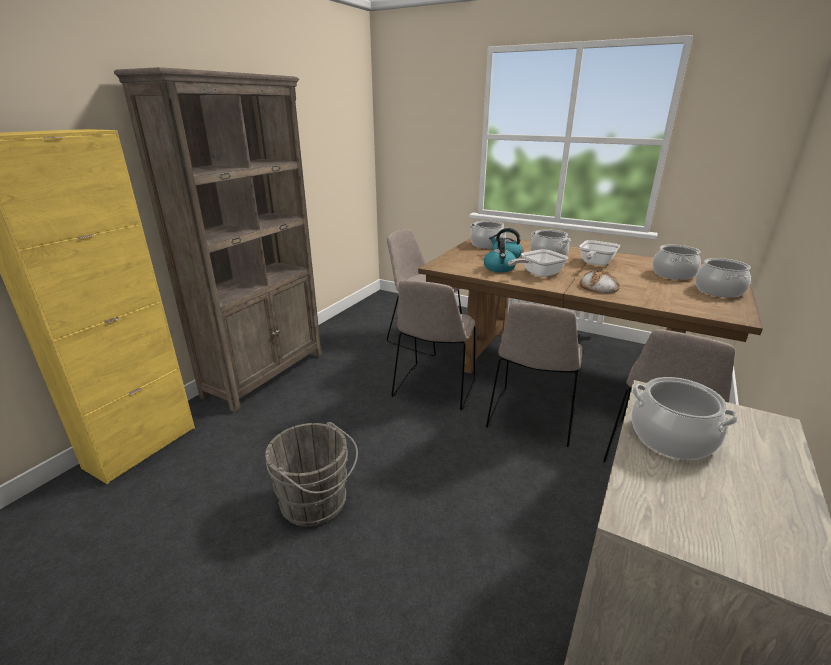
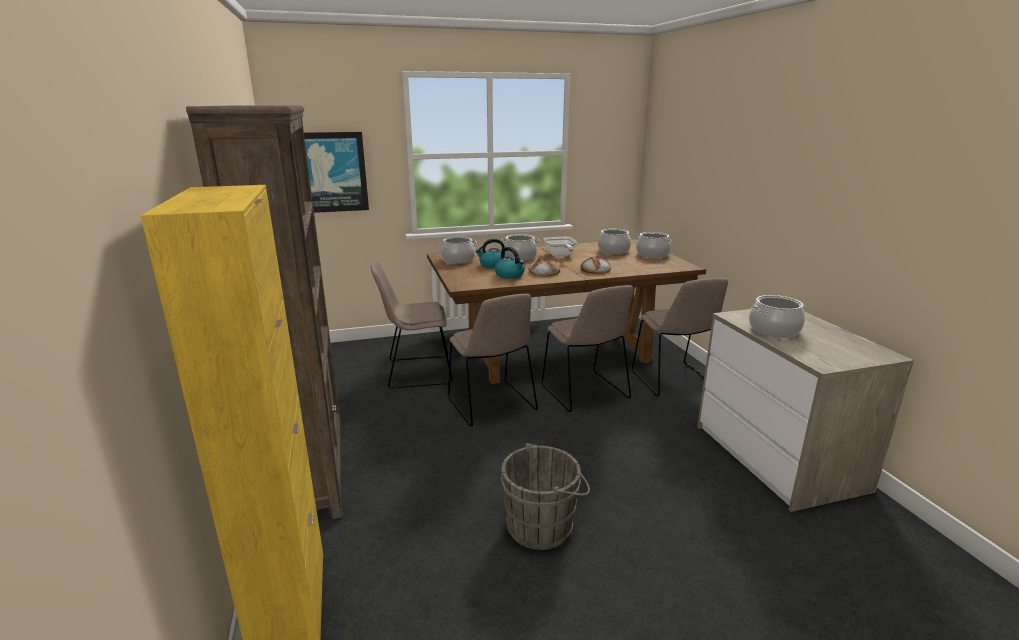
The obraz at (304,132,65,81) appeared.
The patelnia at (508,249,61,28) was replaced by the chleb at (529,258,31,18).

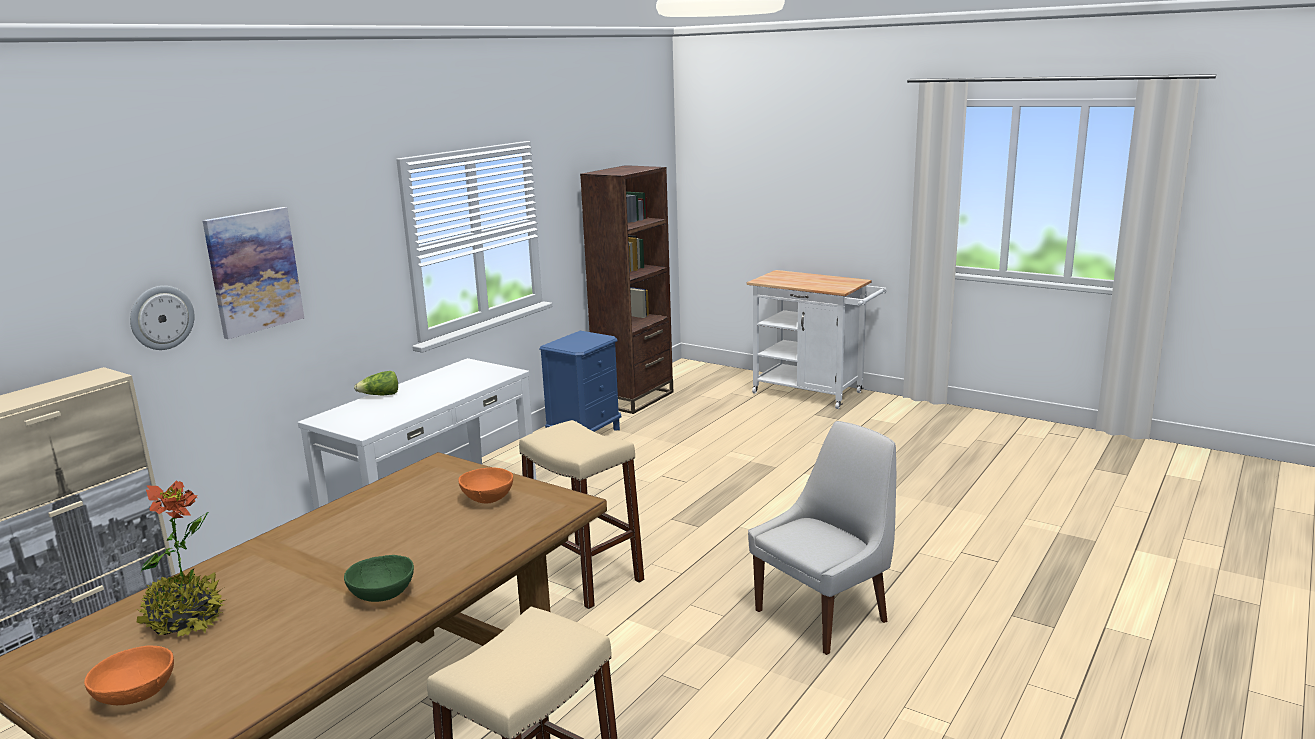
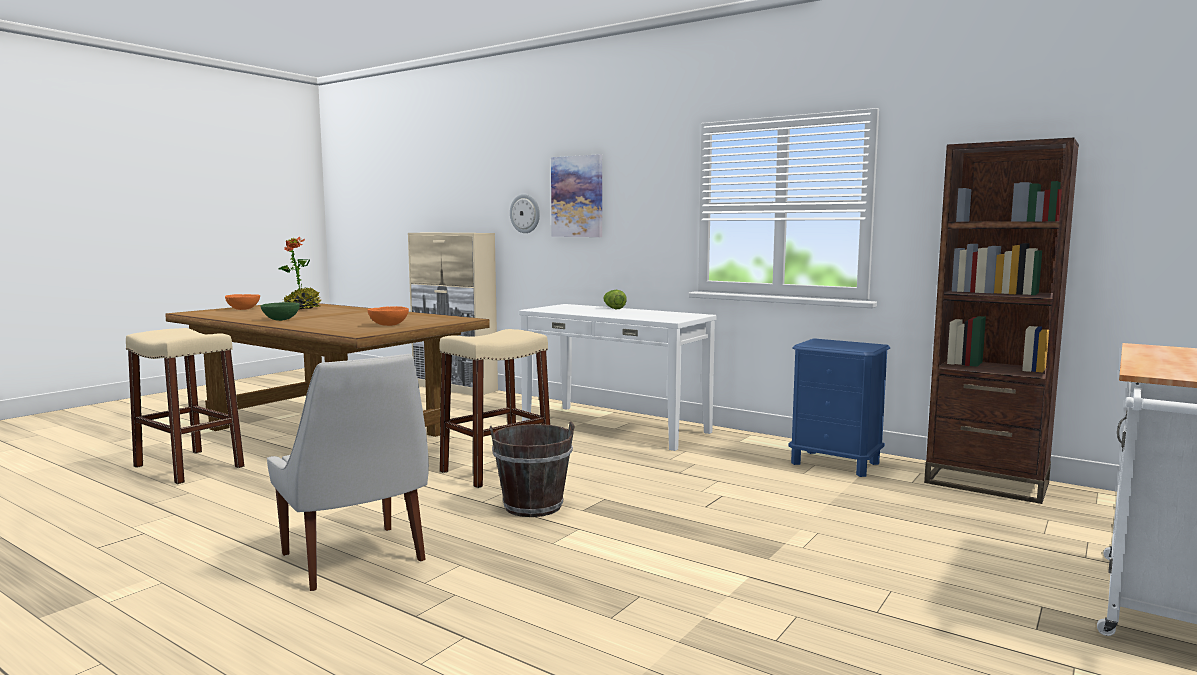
The wiadro [brązowy] at (490,421,85,96) appeared.

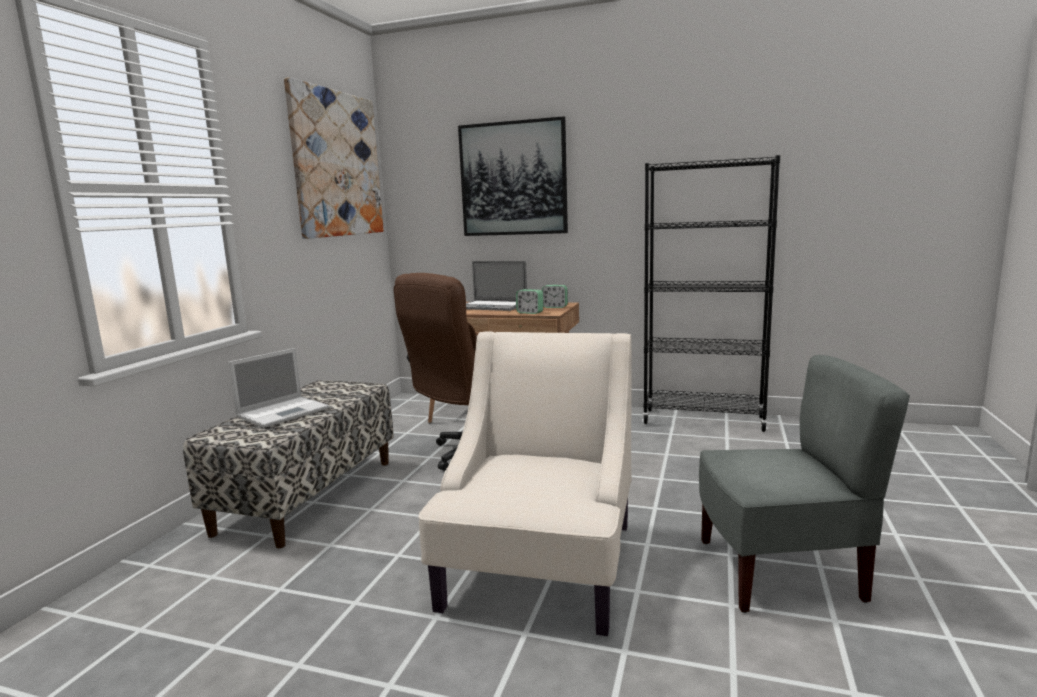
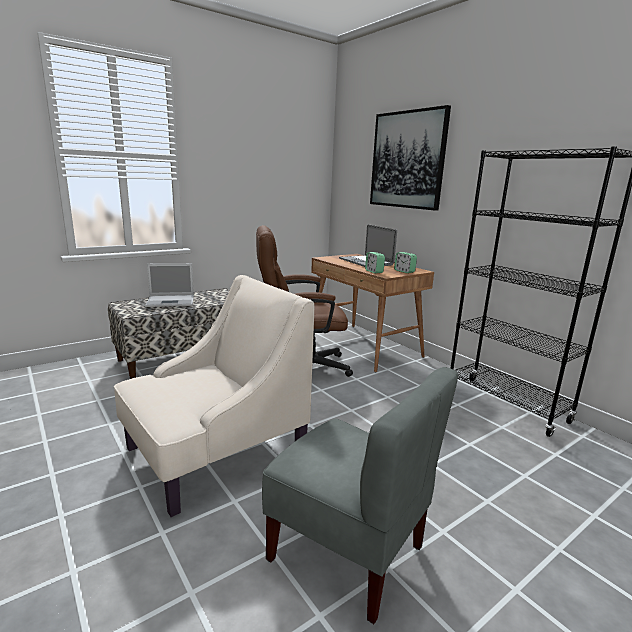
The obraz at (284,77,100,162) disappeared.

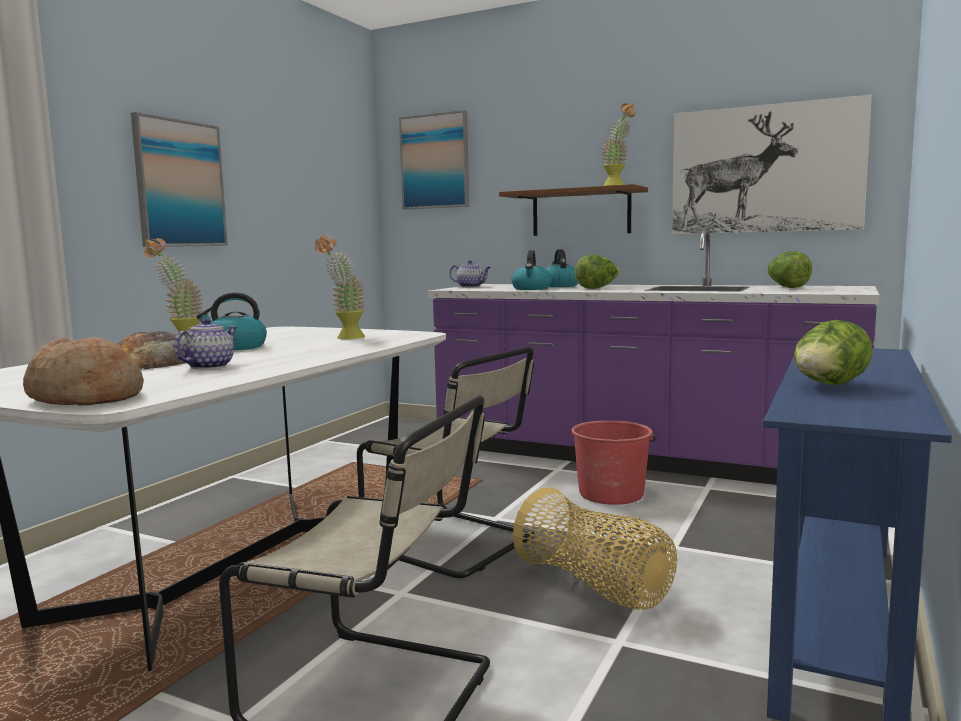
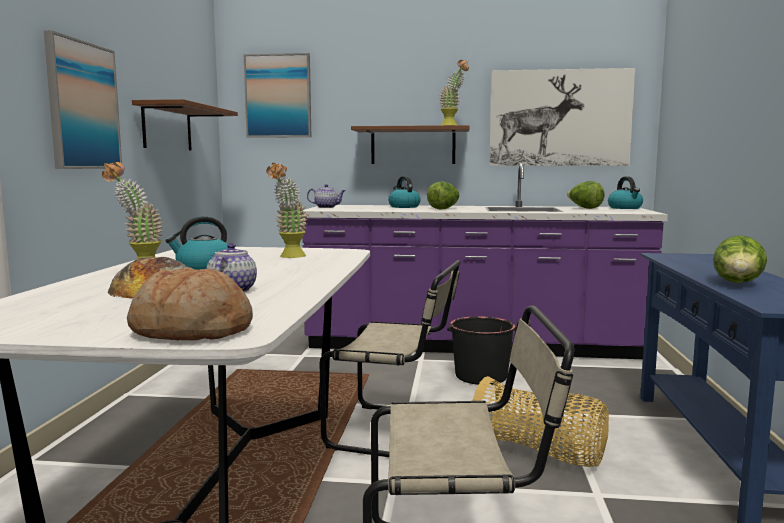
The półka [brązowy] at (132,99,106,52) appeared.
The czajnik moved from (511,250,41,40) to (608,176,35,33).
The wiadro [czerwony] at (570,420,86,85) became the wiadro [czarny] at (447,316,69,69).

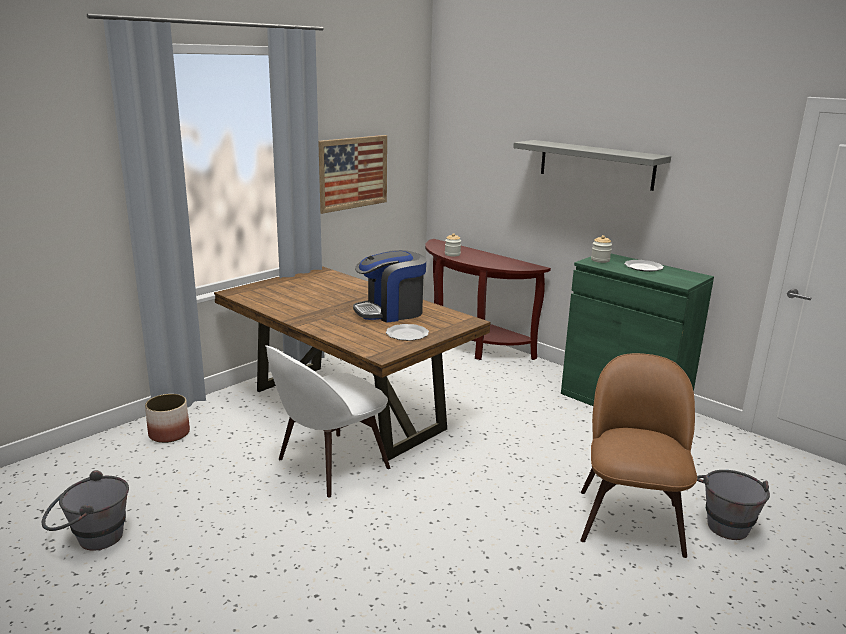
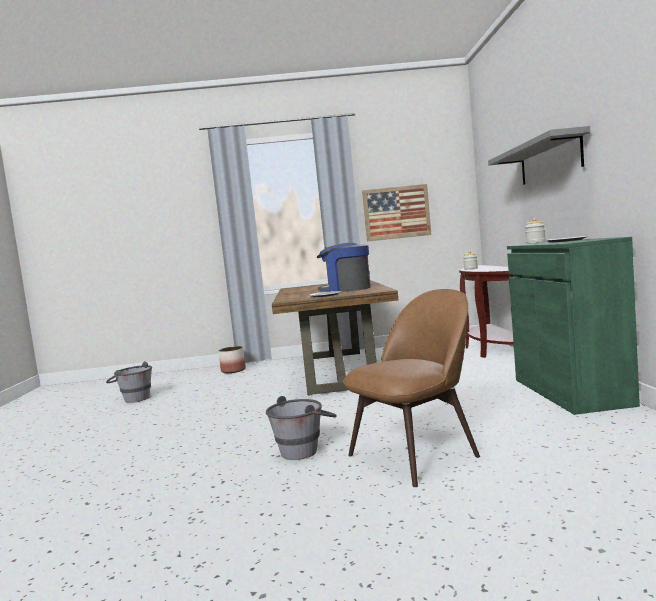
The krzesło [biały] at (265,345,125,152) disappeared.
The wiadro [szary] moved from (697,470,73,70) to (266,396,70,64).

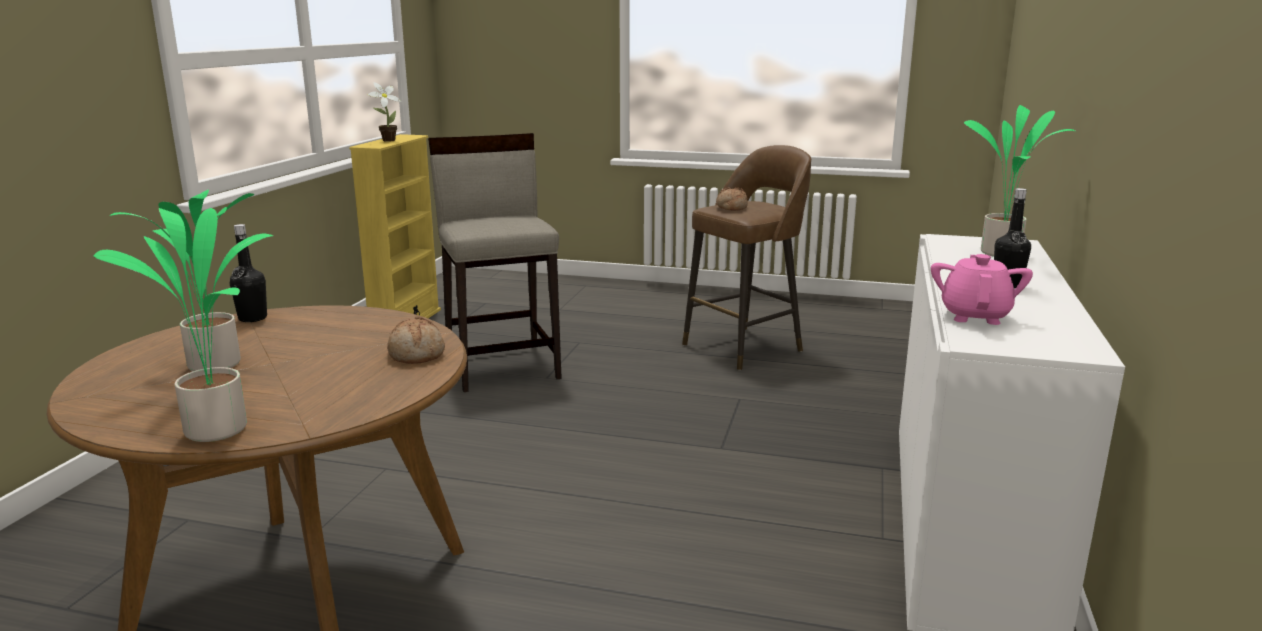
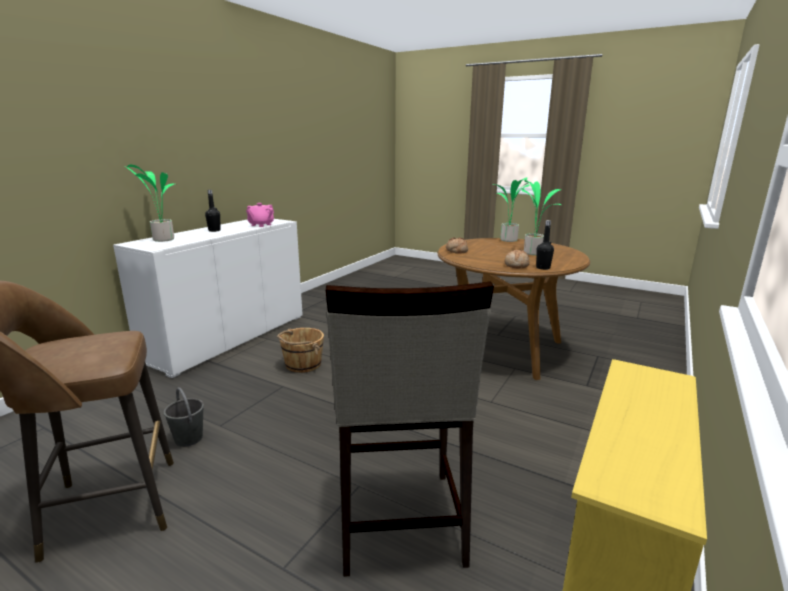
The roślina doniczkowa at (368,82,33,60) disappeared.
The wiadro [szary] at (164,387,40,60) appeared.
The wiadro [brązowy] at (277,328,47,45) appeared.
The chleb moved from (716,187,32,24) to (505,250,25,18).

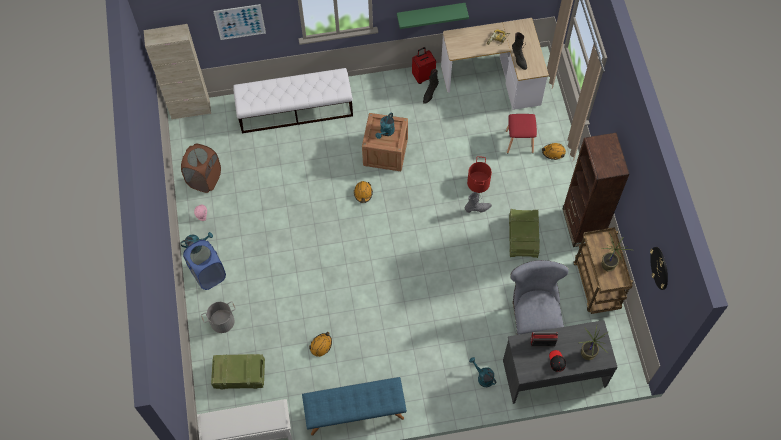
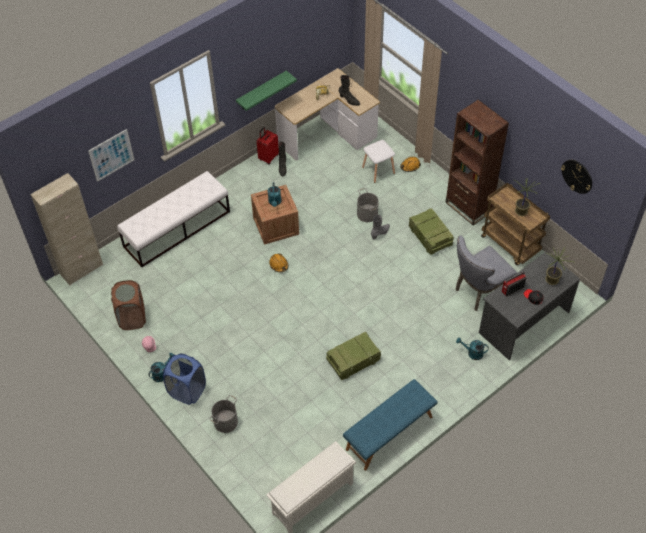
The kask [pomarańczowy] at (309,332,23,25) disappeared.
The skrzynka moved from (211,354,54,35) to (326,332,55,48).
The wiadro [czerwony] at (467,156,25,37) became the wiadro [szary] at (357,188,22,34).
The stołek [czerwony] at (506,114,31,39) became the stołek [biały] at (362,140,33,43).
The krzesło [szary] at (510,260,59,75) turned 90 degrees counterclockwise.

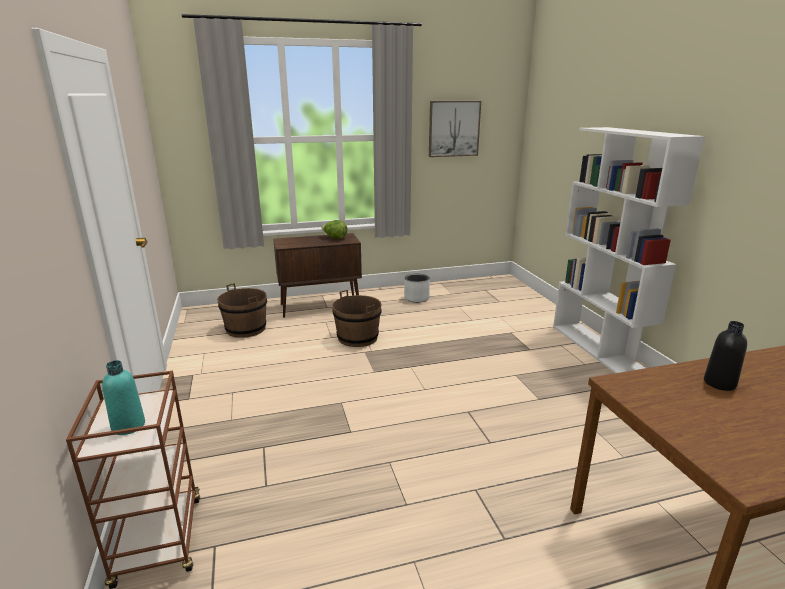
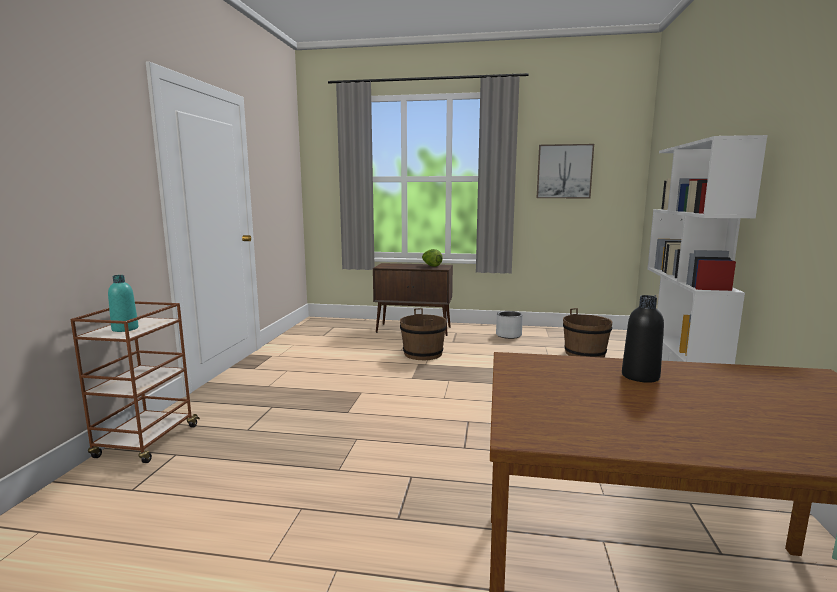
The wiadro [brązowy] moved from (217,283,50,55) to (563,308,49,50).

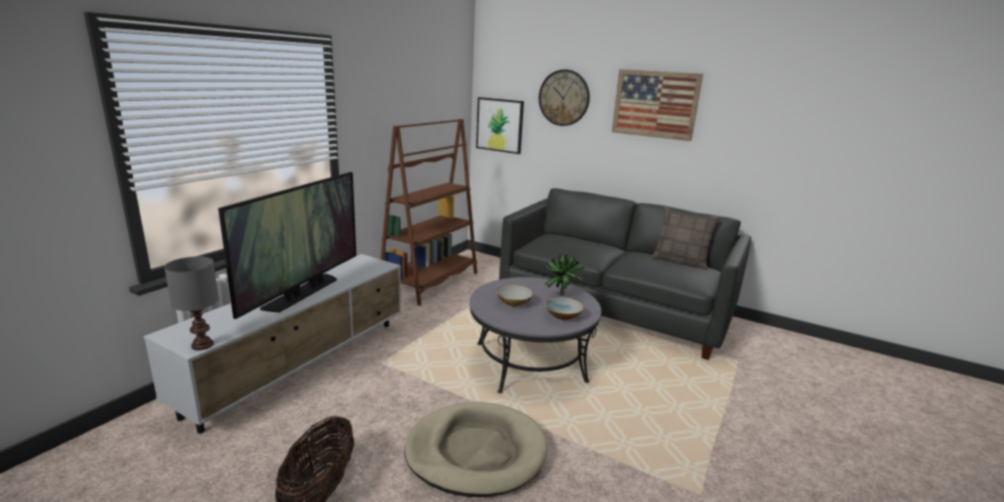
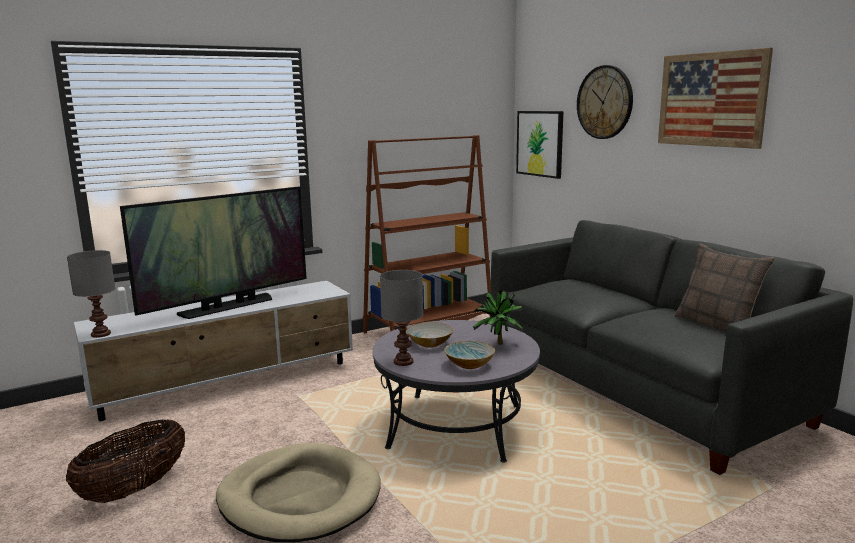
The lampa stołowa [szary] at (380,270,43,96) appeared.

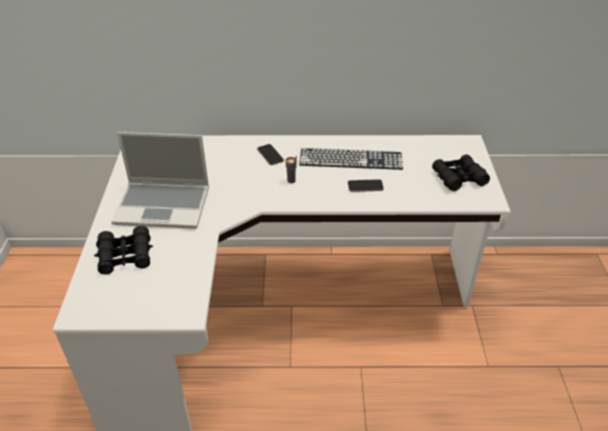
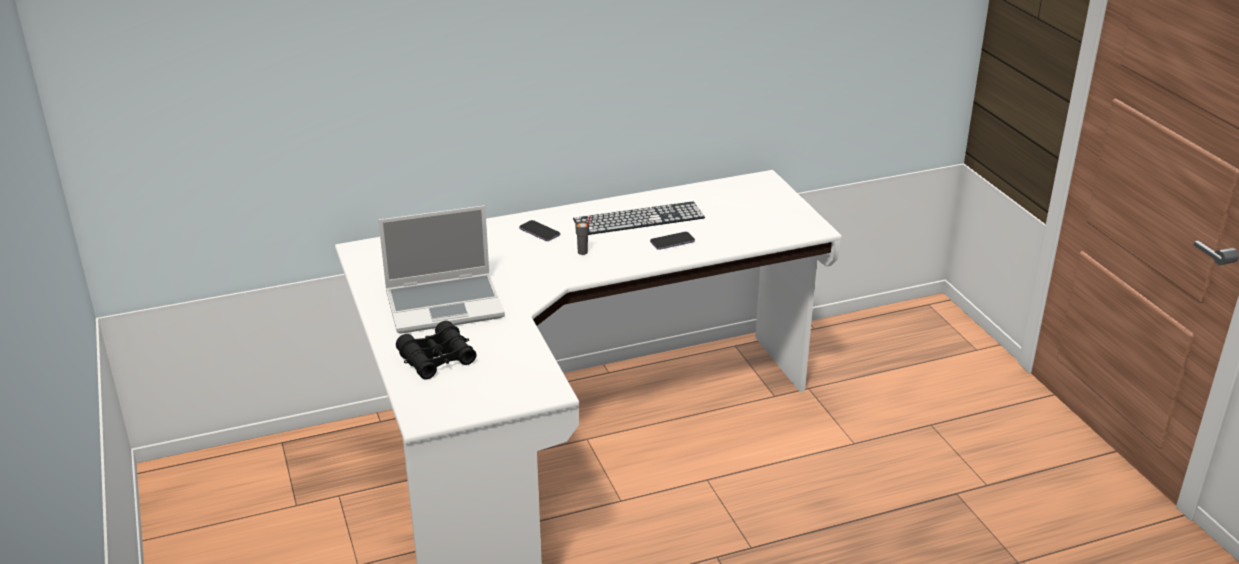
The lornetka [czarny] at (432,154,58,37) disappeared.

